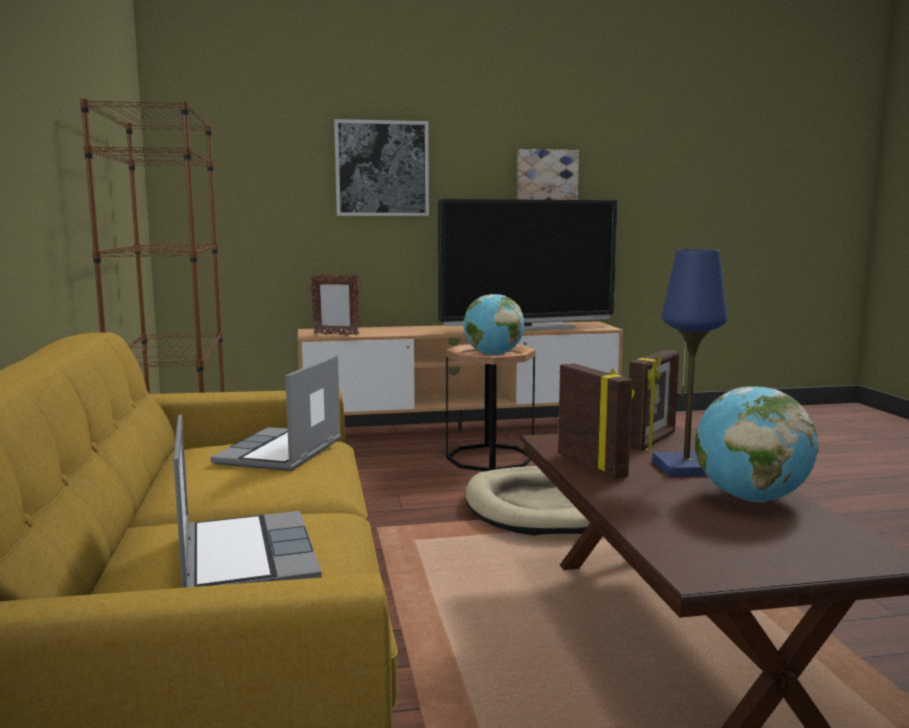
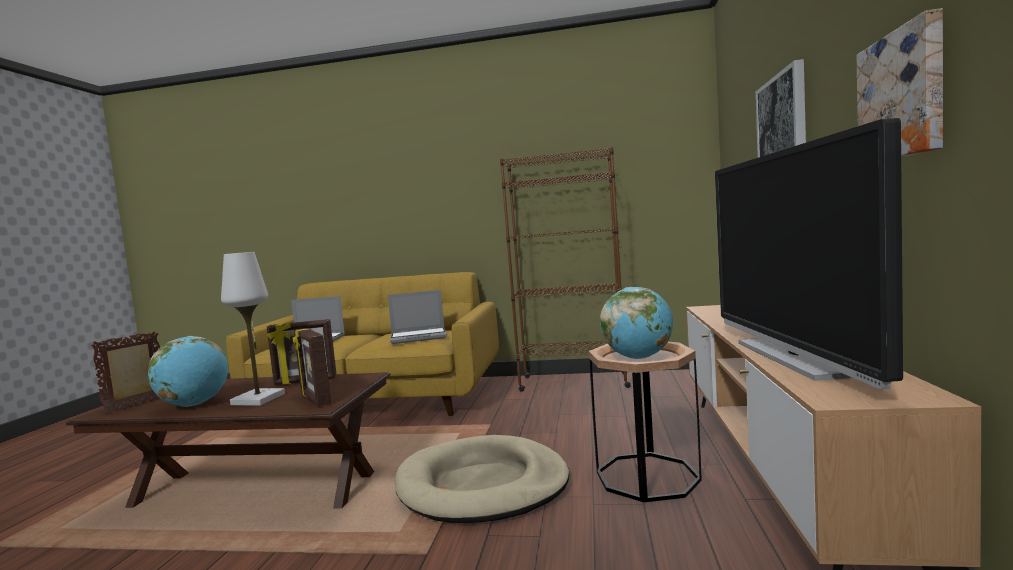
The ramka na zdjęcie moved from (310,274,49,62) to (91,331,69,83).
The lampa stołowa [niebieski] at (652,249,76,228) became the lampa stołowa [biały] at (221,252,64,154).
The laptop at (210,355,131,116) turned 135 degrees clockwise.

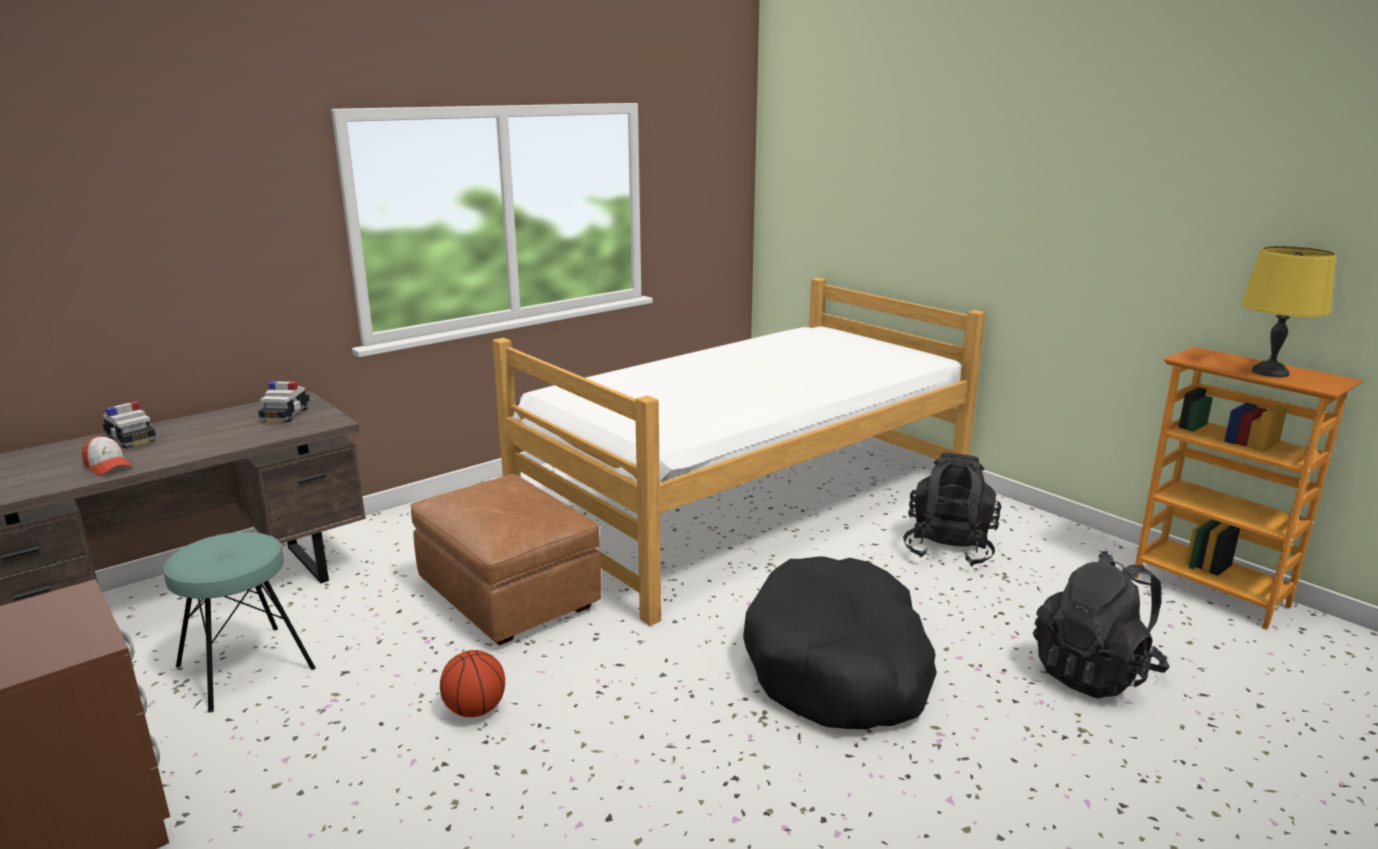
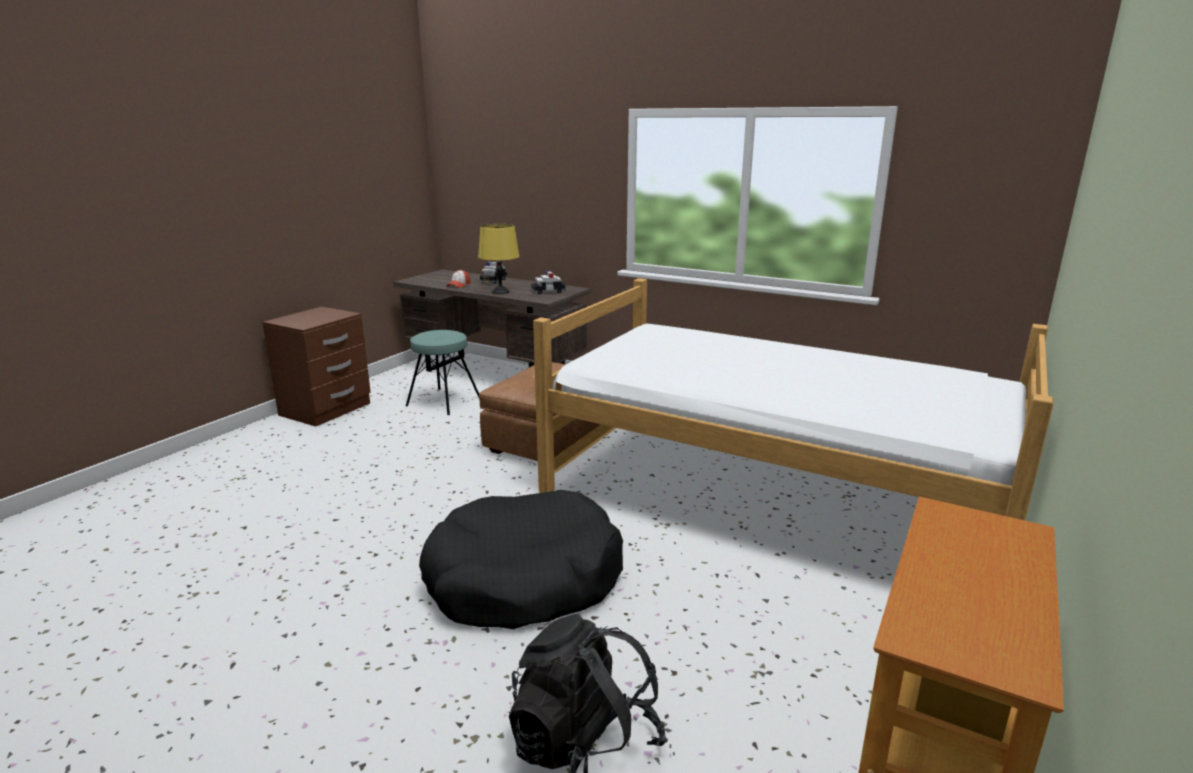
The piłka do koszykówki at (440,650,65,67) disappeared.
The plecak [czarny] at (903,453,98,114) disappeared.
The lampa stołowa [żółty] moved from (1241,246,95,131) to (478,224,42,70).

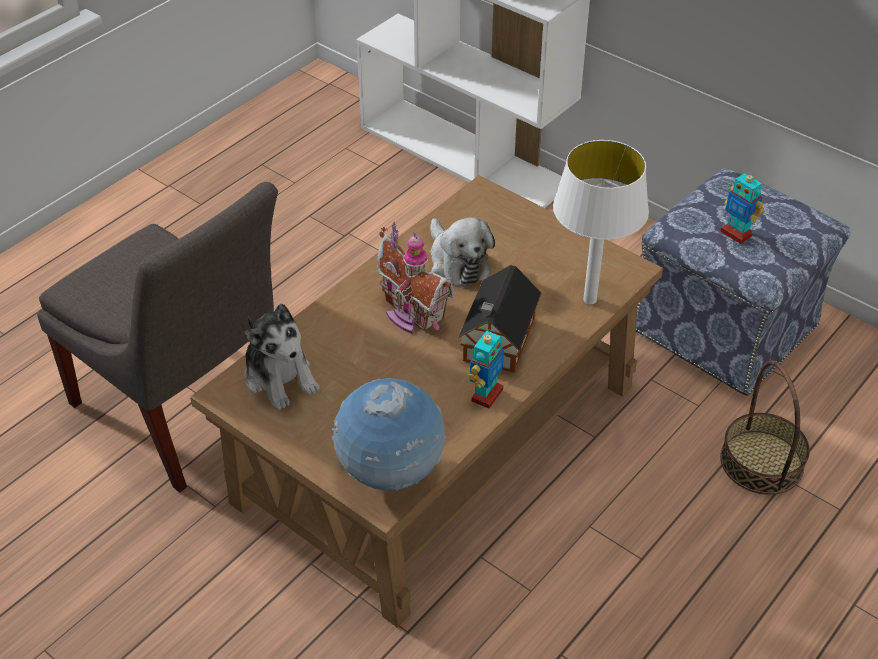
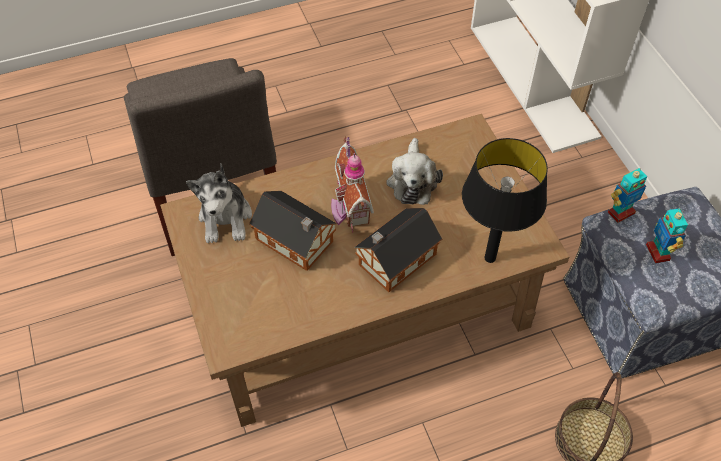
The globus at (332,378,114,113) disappeared.
The domek at (249,191,88,80) appeared.
The robot zabawkowy moved from (468,329,36,80) to (608,168,39,55).
The lampa stołowa [biały] at (553,140,96,164) became the lampa stołowa [czarny] at (462,138,86,125).

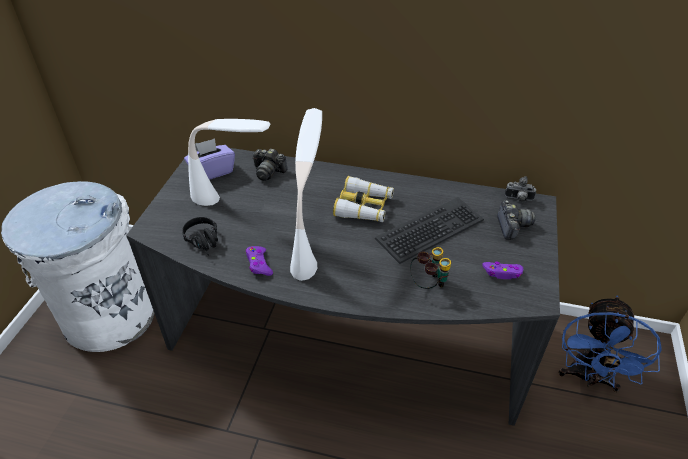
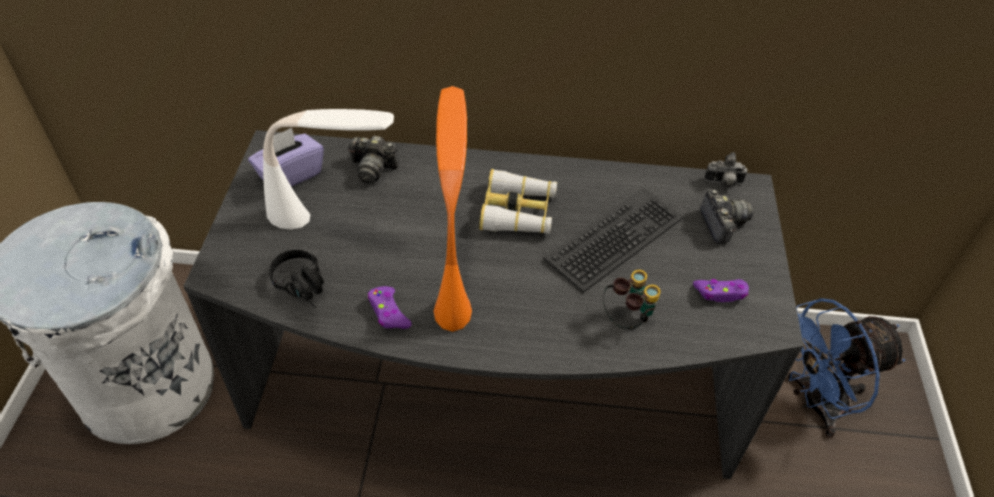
The lampa stołowa [biały] at (290,108,32,173) became the lampa stołowa [pomarańczowy] at (434,86,38,246).
The wentylator [niebieski] at (559,296,103,96) turned 60 degrees clockwise.

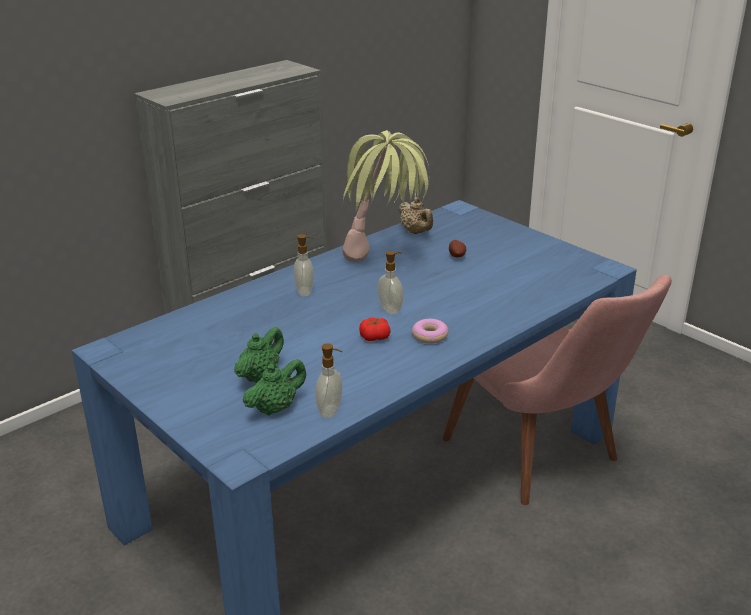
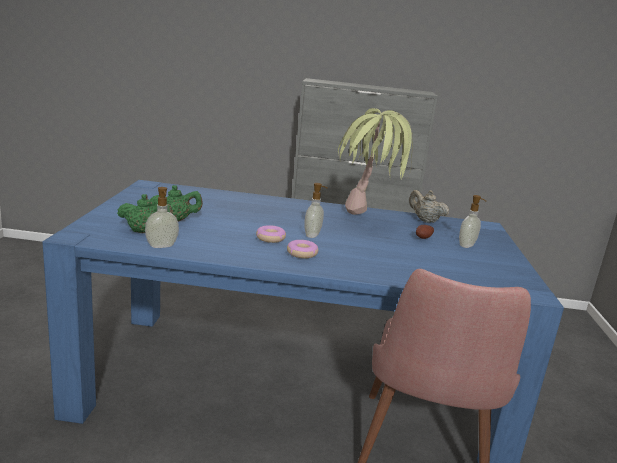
The dozownik mydła moved from (294,234,20,62) to (459,195,27,53).
The pomidor at (359,318,32,23) was replaced by the donut at (256,225,30,18).
The imbryk [beżowy] at (398,197,35,37) turned 120 degrees clockwise.

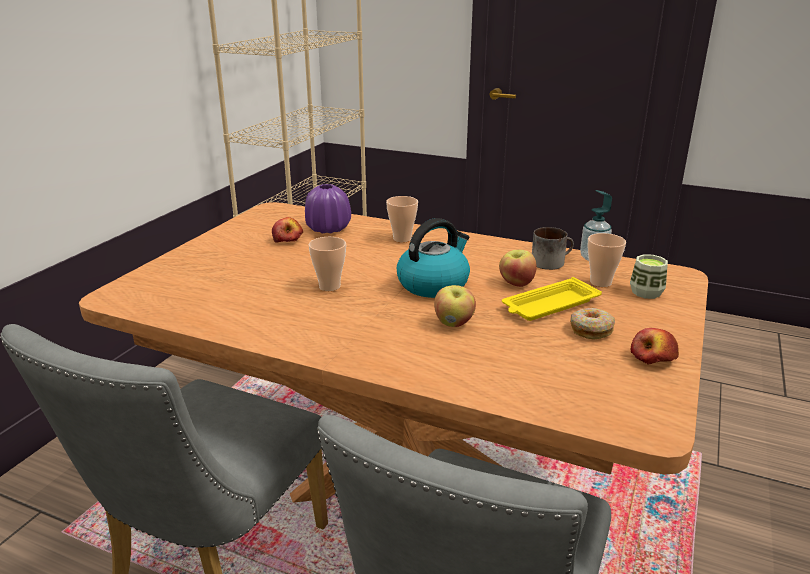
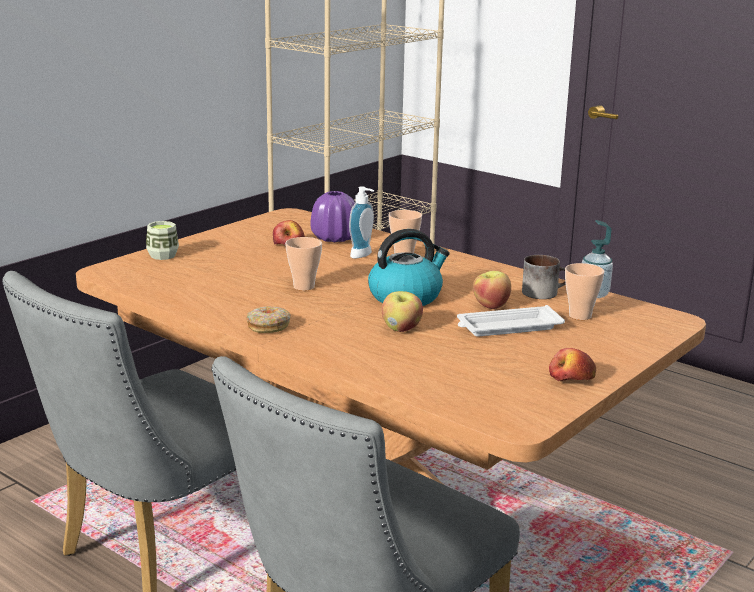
The dozownik mydła at (349,186,25,73) appeared.
The donut moved from (570,308,45,32) to (246,306,45,27).
The filiżanka moved from (630,254,38,45) to (146,221,33,39).
The taca [żółty] at (502,277,100,44) became the taca [biały] at (457,305,108,32).

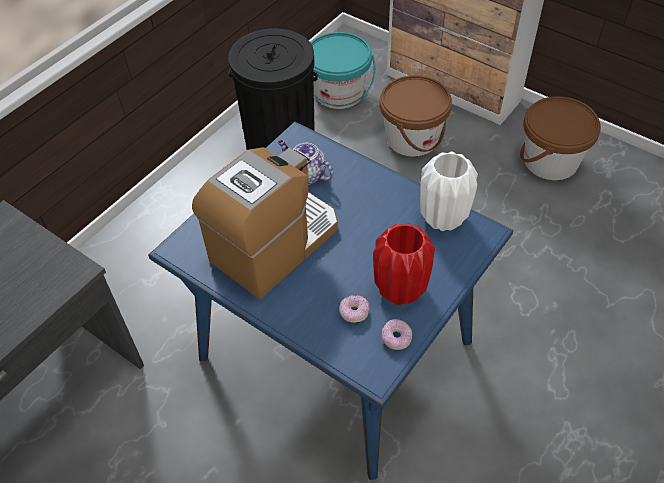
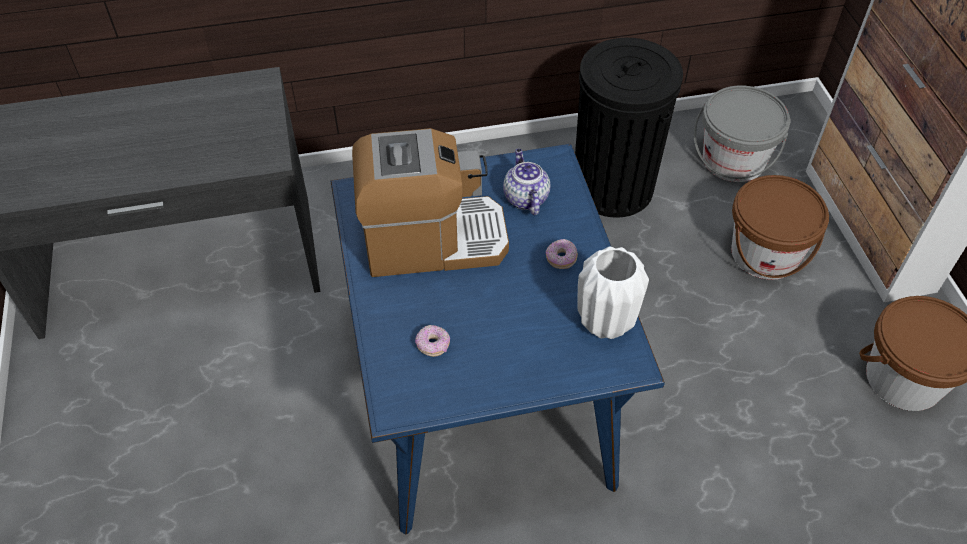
The wazon [czerwony] at (373,223,62,82) disappeared.
The donut moved from (382,319,30,31) to (545,239,33,30).
The wiadro [turkusowy] at (311,32,64,77) became the wiadro [szary] at (694,86,96,96).

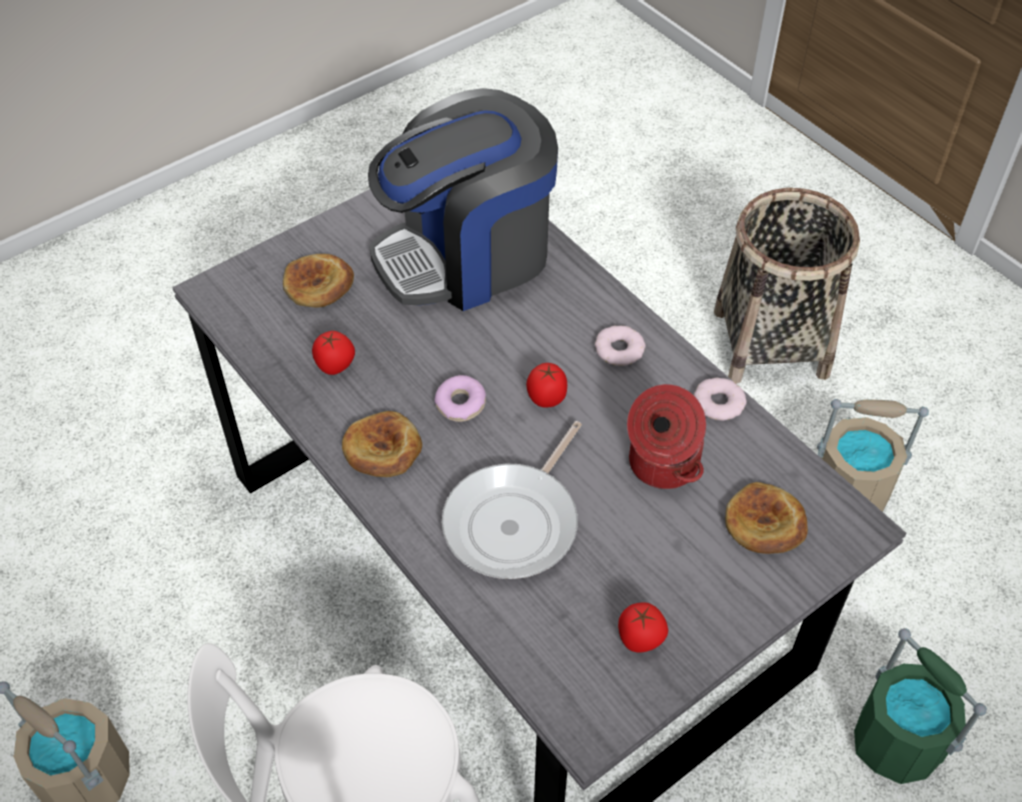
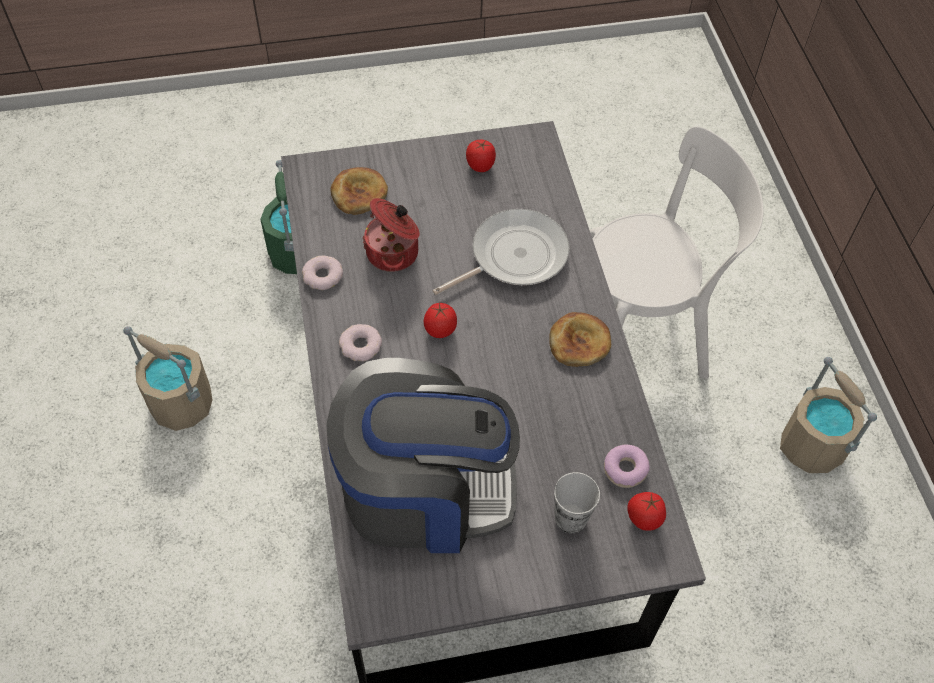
The koszyk at (714,188,146,196) disappeared.
The pomidor moved from (312,331,43,44) to (627,492,39,39).
The donut moved from (435,375,51,47) to (604,445,46,43).
The chleb at (283,254,71,53) was replaced by the filiżanka at (554,472,46,61).

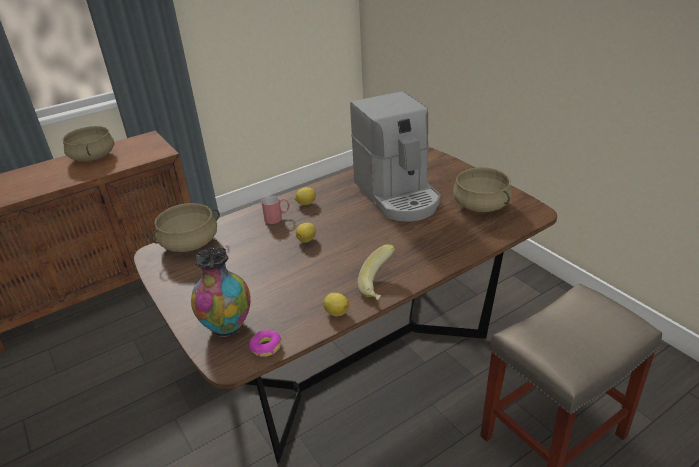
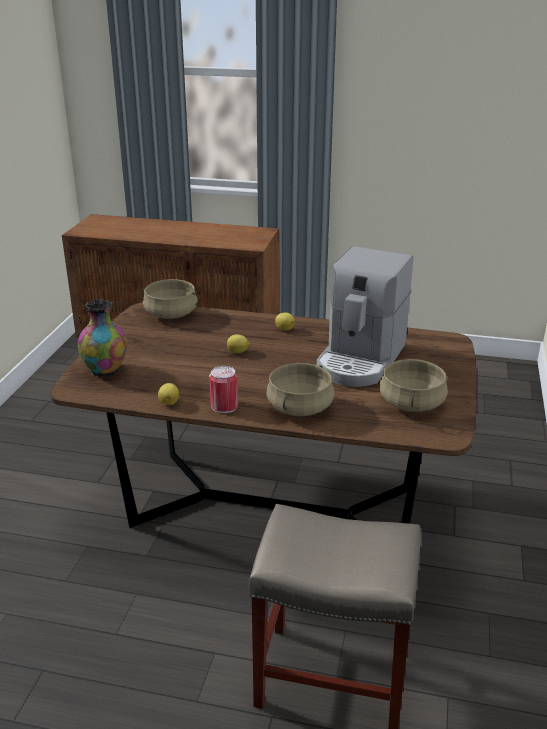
The donut at (249,330,32,27) disappeared.
The kubek [czerwony] at (261,196,29,28) disappeared.
The garnek [beżowy] moved from (62,126,52,35) to (266,363,68,53).
The banan at (357,244,38,56) was replaced by the puszka at (209,366,29,47).

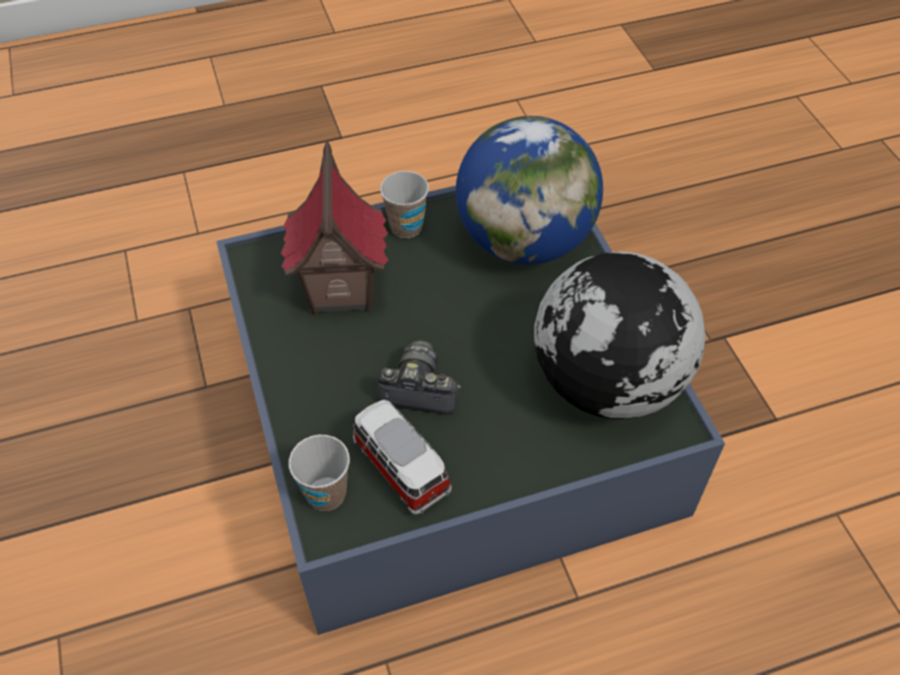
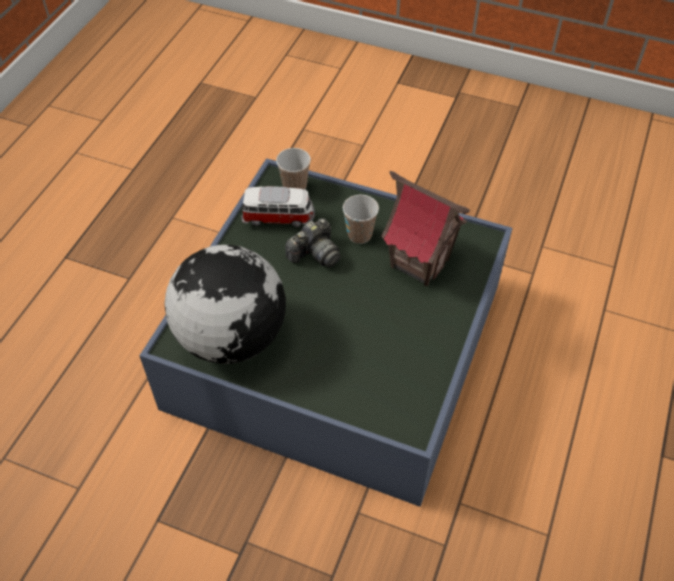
The globus at (456,116,147,148) disappeared.
The filiżanka moved from (380,171,49,67) to (343,195,36,49).

